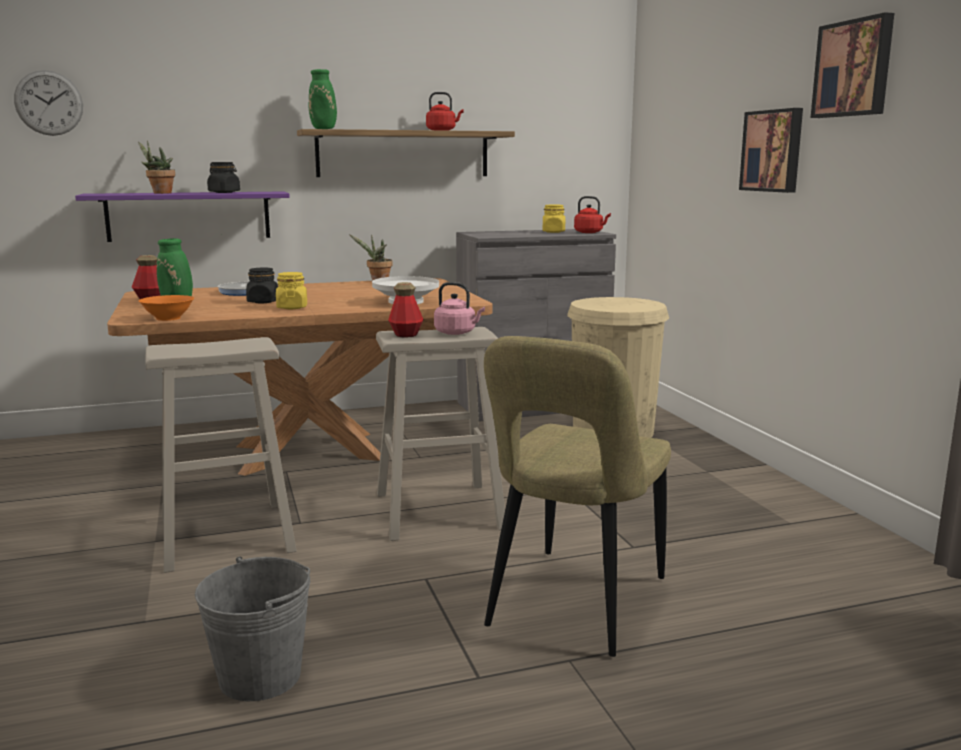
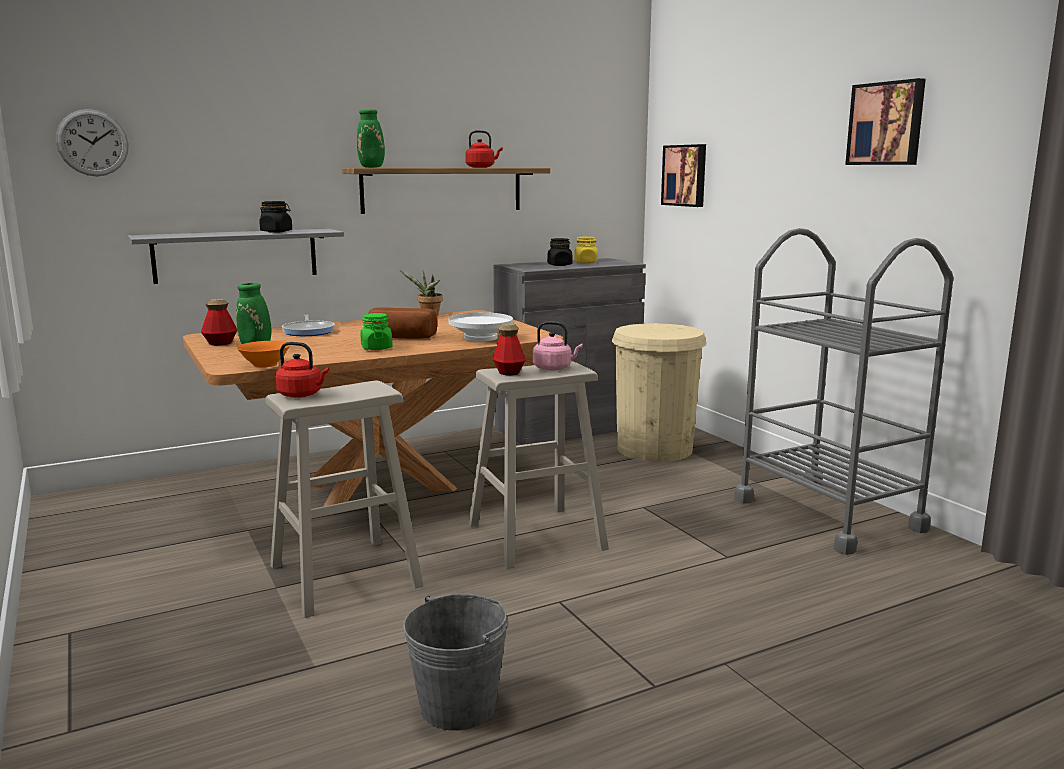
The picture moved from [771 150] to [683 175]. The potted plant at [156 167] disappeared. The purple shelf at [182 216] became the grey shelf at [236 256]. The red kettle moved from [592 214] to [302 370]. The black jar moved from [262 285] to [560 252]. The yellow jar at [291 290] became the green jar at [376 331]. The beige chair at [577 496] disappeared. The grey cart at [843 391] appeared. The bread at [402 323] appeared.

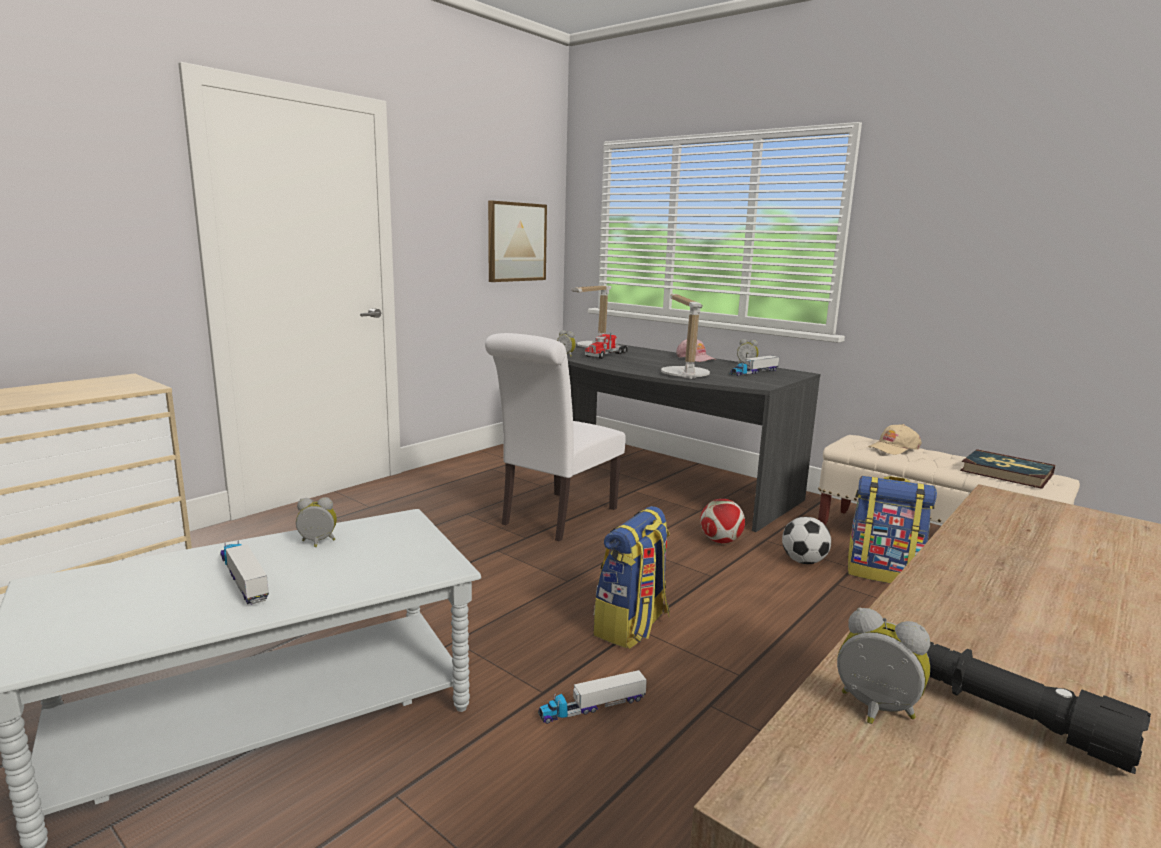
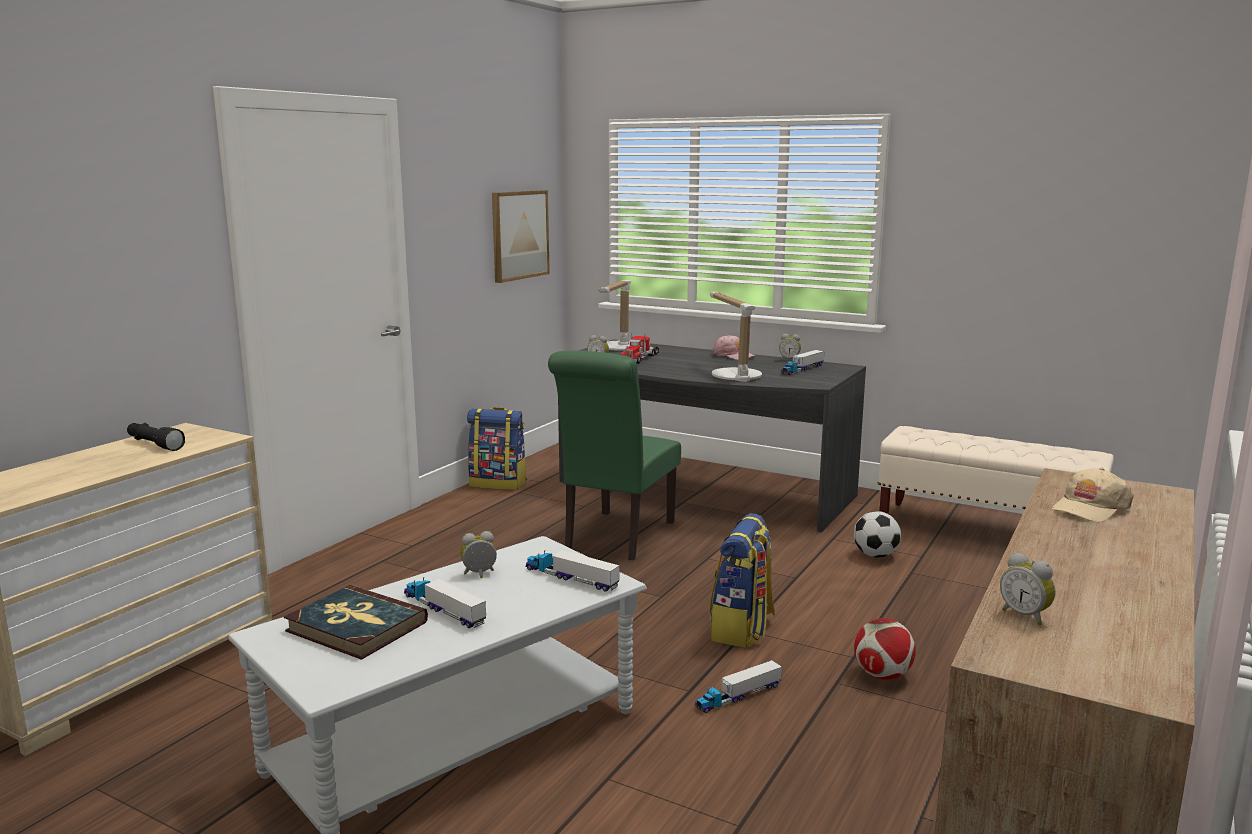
The white chair at [555 437] became the green chair at [614 455]. The beige cap moved from [895 439] to [1093 495]. The book moved from [1007 469] to [356 622]. The backpack moved from [892 530] to [497 448]. The football moved from [722 521] to [885 649]. The alarm clock at [883 666] turned 150 degrees counterclockwise. The black flashlight moved from [1039 708] to [156 437]. The toy truck at [573 571] appeared.

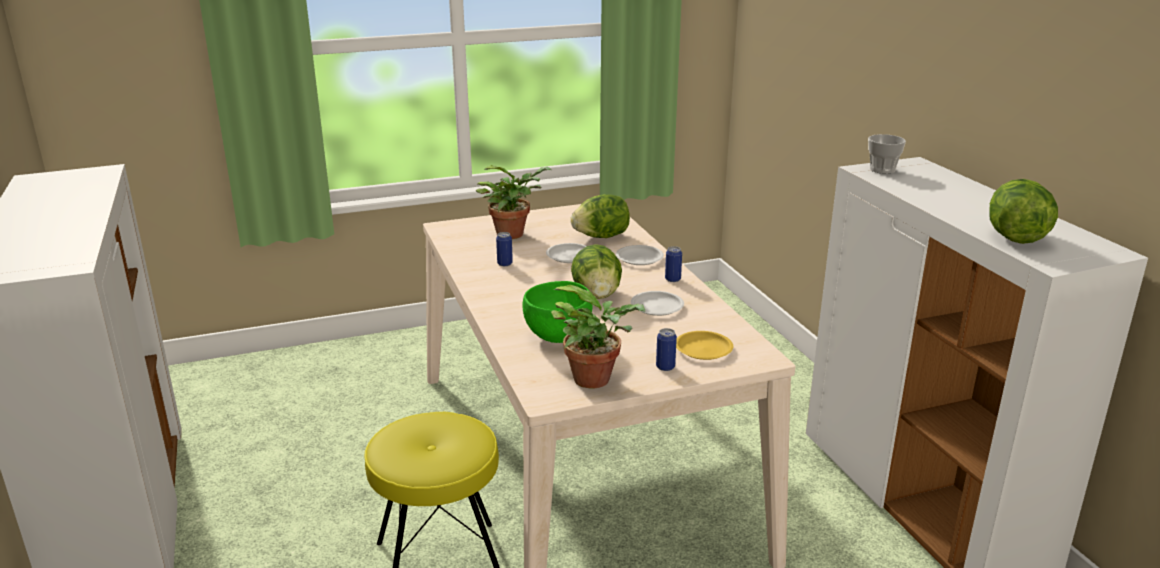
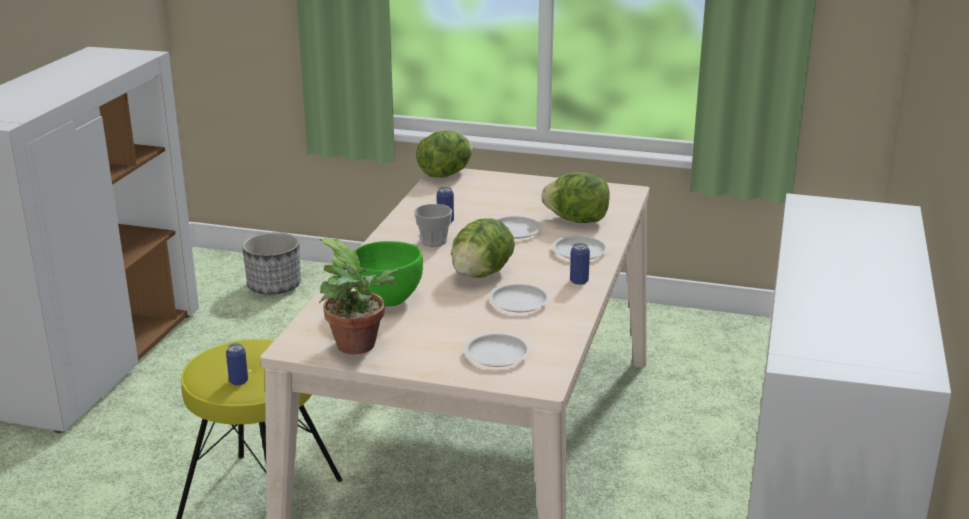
The cup moved from [887 154] to [433 225]. The potted plant at [513 202] disappeared. The lettuce moved from [1023 211] to [444 154]. The can moved from [666 349] to [237 364]. The yellow plate at [704 345] became the white plate at [497 350]. The planter at [271 263] appeared.

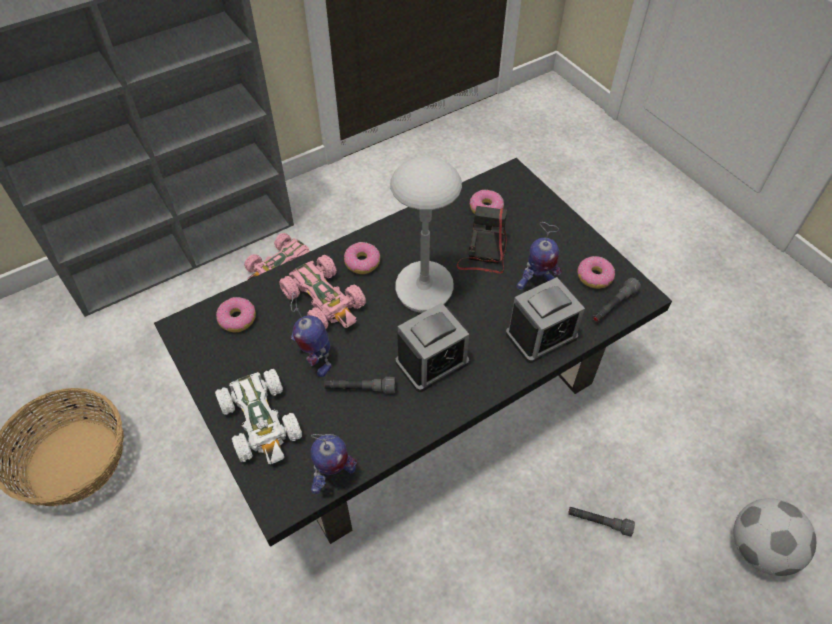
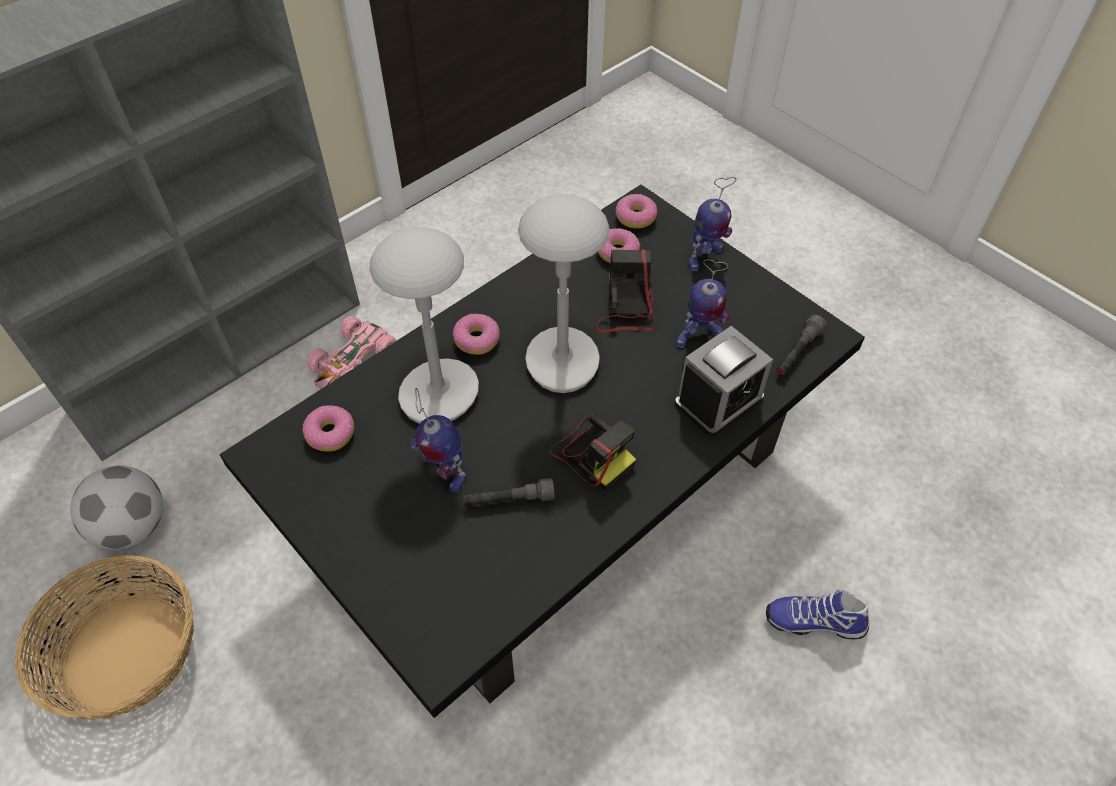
The pink toy car at [322 292] was replaced by the grey table lamp at [424 325]. The donut moved from [596 272] to [636 211]. The alarm clock at [432 347] was replaced by the photo camera at [592 451]. The white toy car at [258 416] disappeared. The toy robot moved from [333 464] to [712 224]. The football moved from [775 537] to [116 507]. The grey flashlight at [601 521] was replaced by the shoe at [817 614].

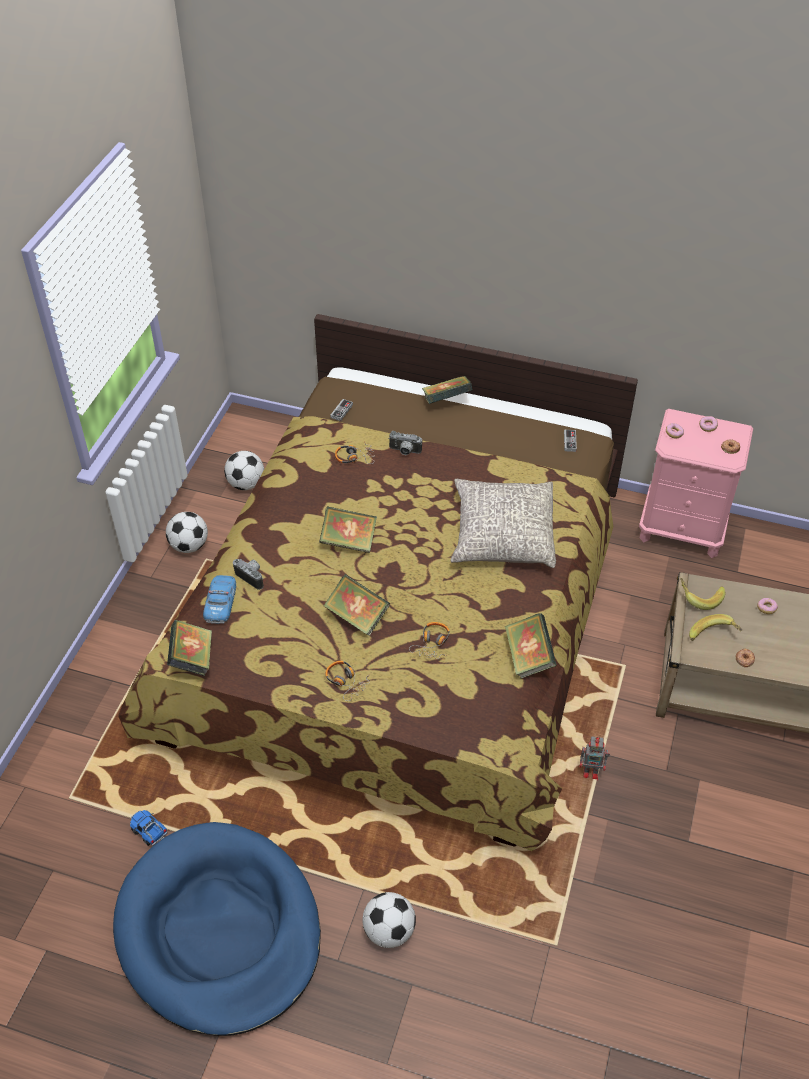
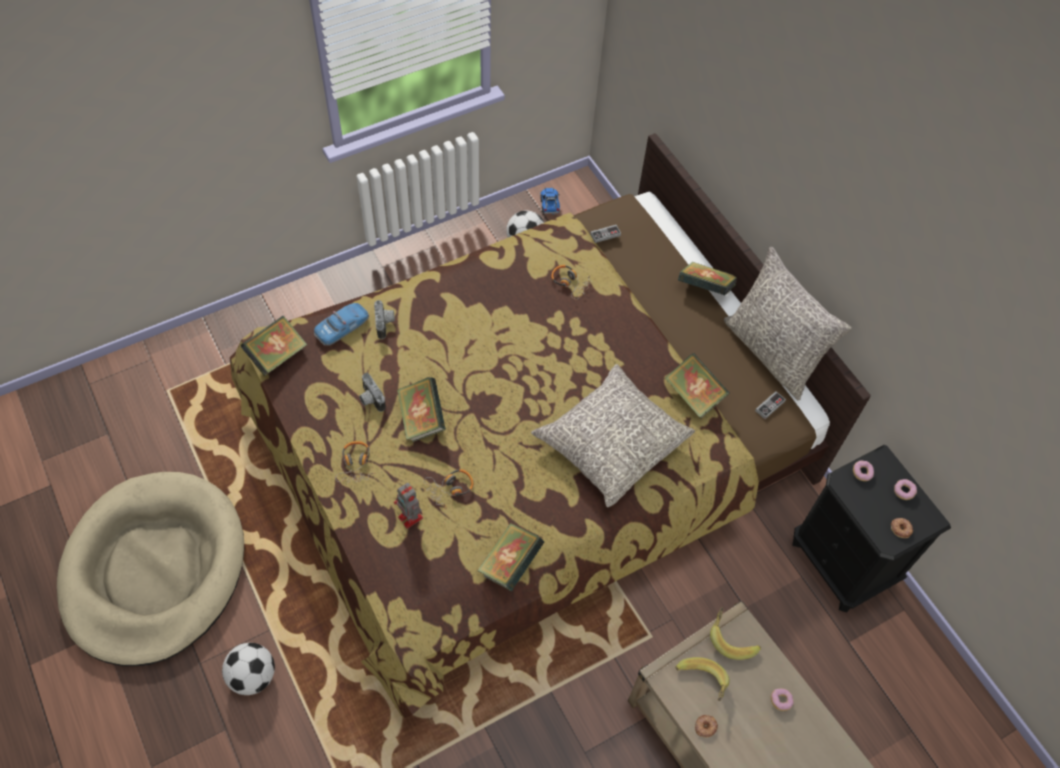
The pink nightstand at [696 483] became the black nightstand at [871 528]. The photo camera moved from [405 443] to [372 392]. The book moved from [348 529] to [697 385]. The football at [187 532] disappeared. The toy robot moved from [595 759] to [408 506]. The toy truck moved from [149 828] to [550 201]. The blue dog bed at [217 929] became the beige dog bed at [150 569]. The grey pillow at [788 324] appeared.

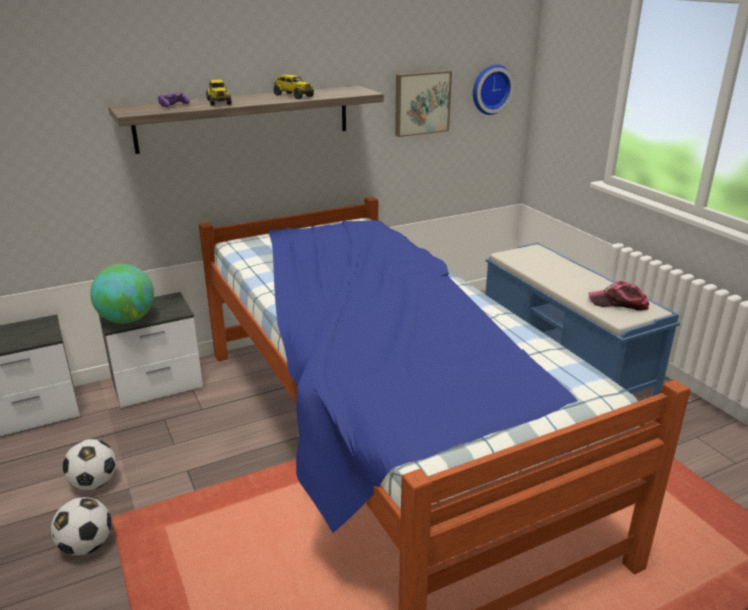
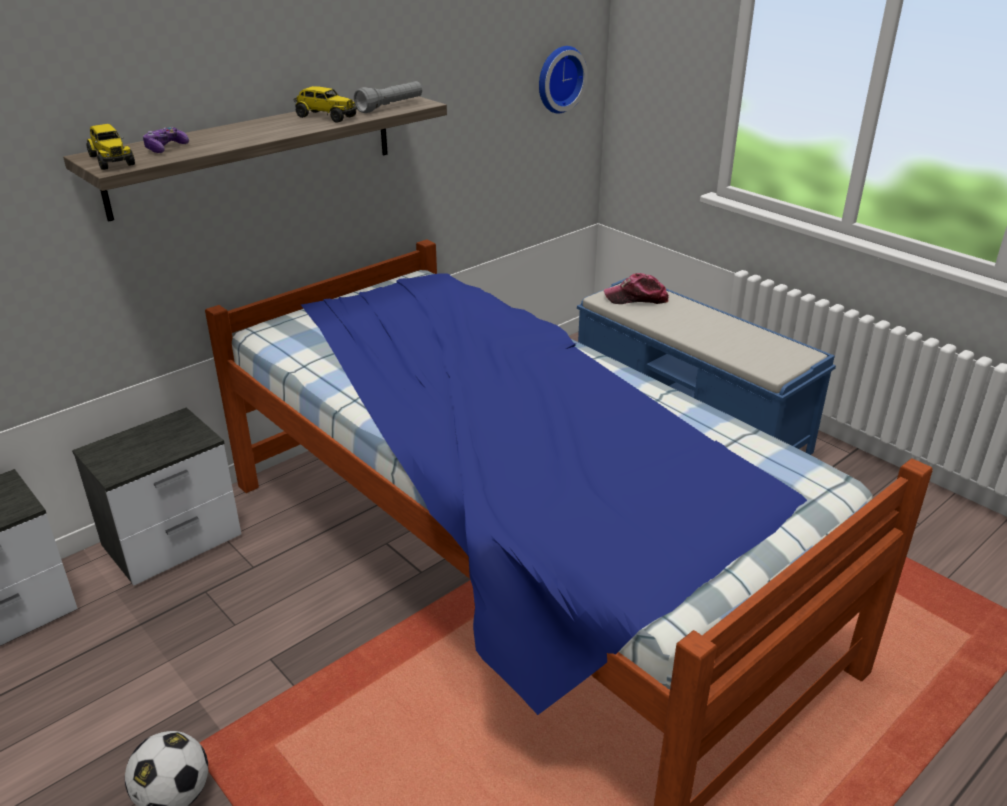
The picture at [423 103] disappeared. The toy truck moved from [219 93] to [110 147]. The globe at [122 294] disappeared. The cap moved from [618 296] to [636 288]. The football at [89 464] disappeared. The grey flashlight at [388 97] appeared.

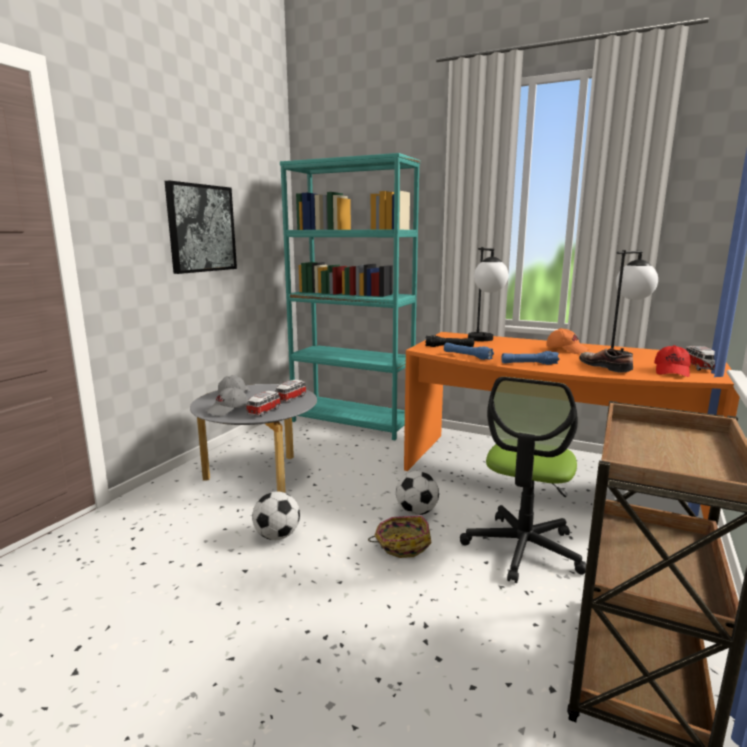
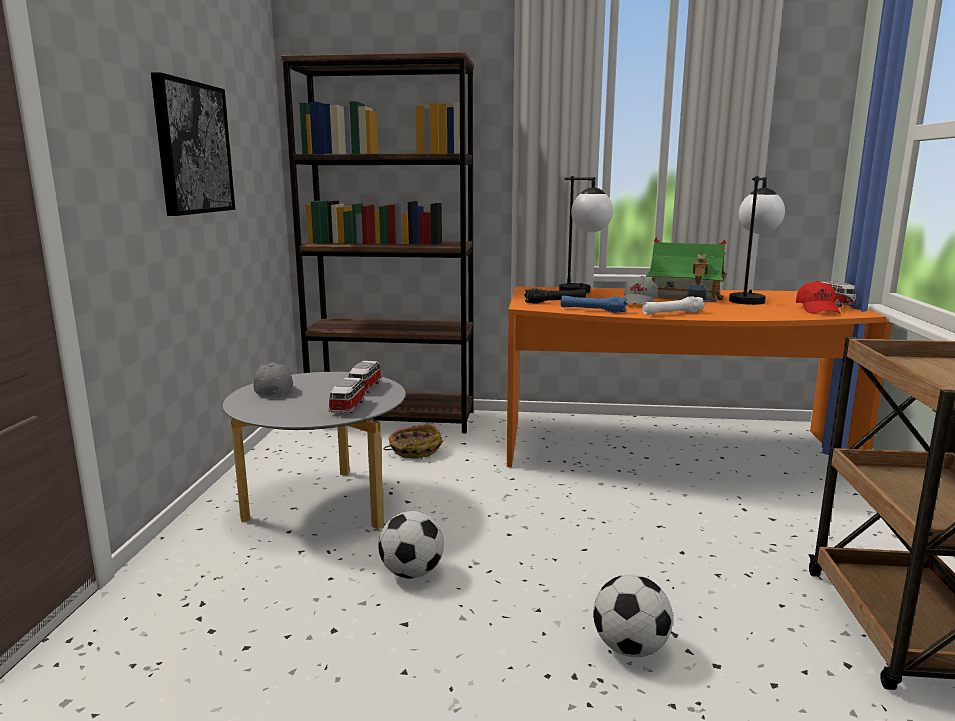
The turquoise bookcase at [350 296] became the brown bookcase at [377 242]. The orange cap at [567 341] was replaced by the toy house at [686 269]. The shoe at [606 360] disappeared. The blue flashlight at [530 358] became the white flashlight at [673 305]. The office chair at [523 480] disappeared. The grey cap moved from [226 401] to [641 290]. The football moved from [417 493] to [633 616]. The basket moved from [400 537] to [413 441].

